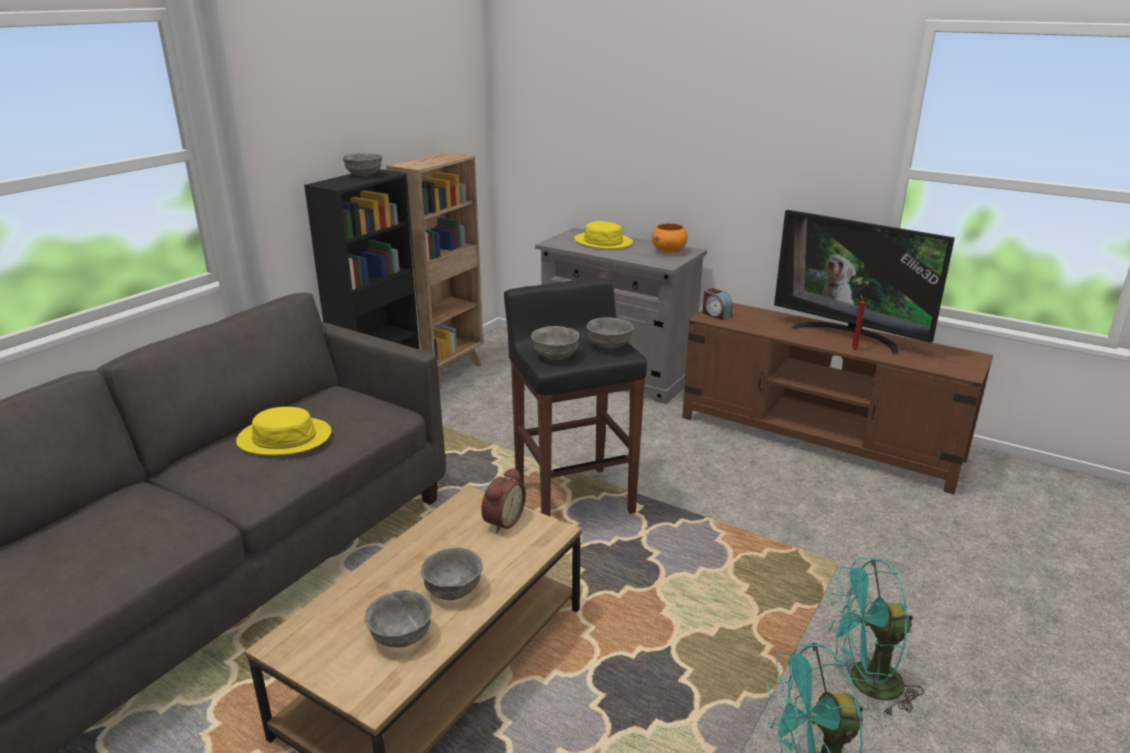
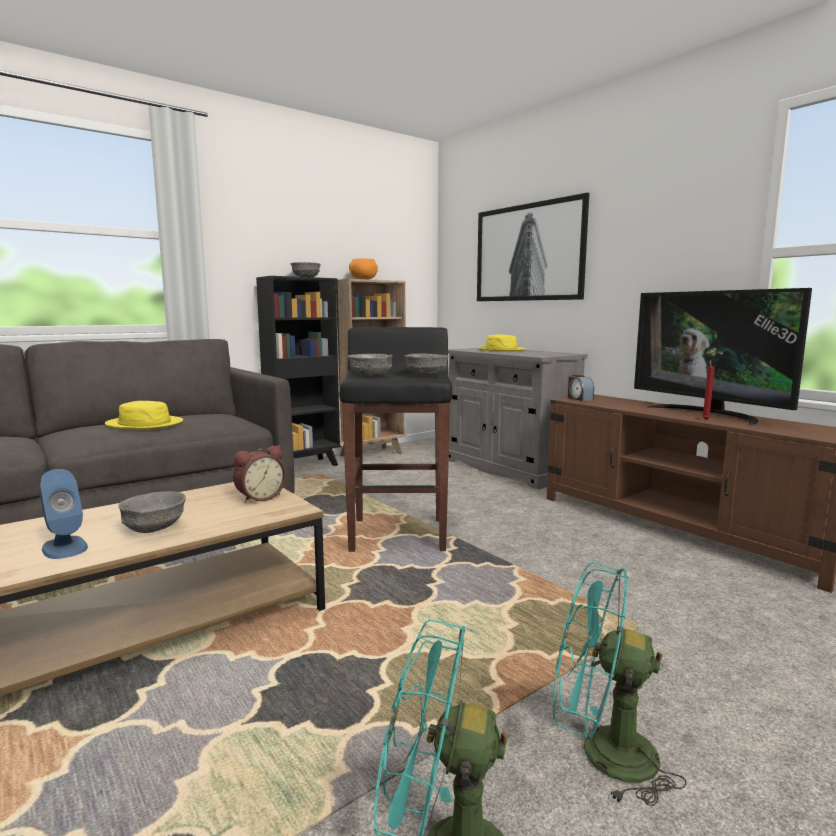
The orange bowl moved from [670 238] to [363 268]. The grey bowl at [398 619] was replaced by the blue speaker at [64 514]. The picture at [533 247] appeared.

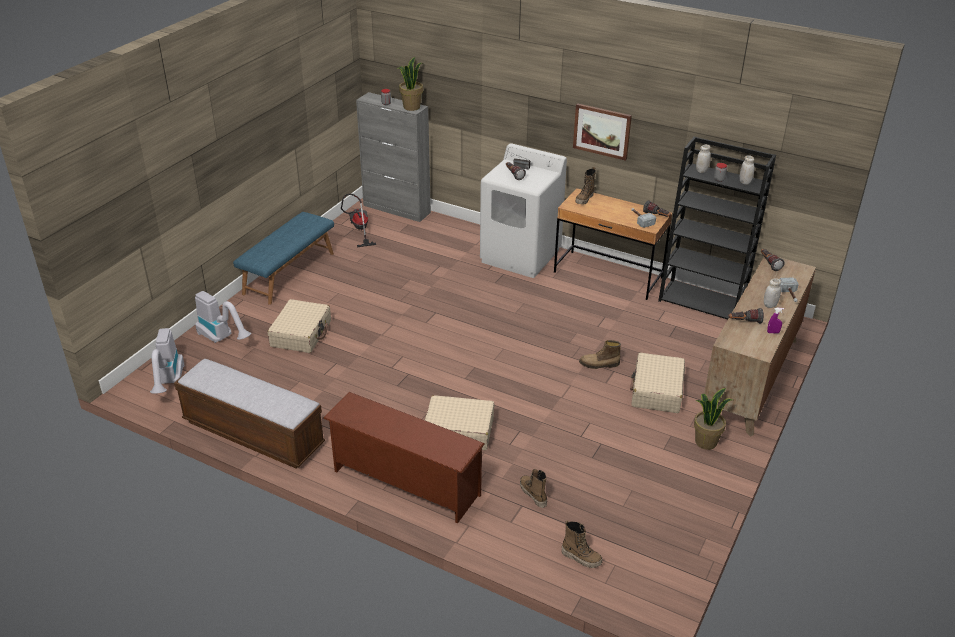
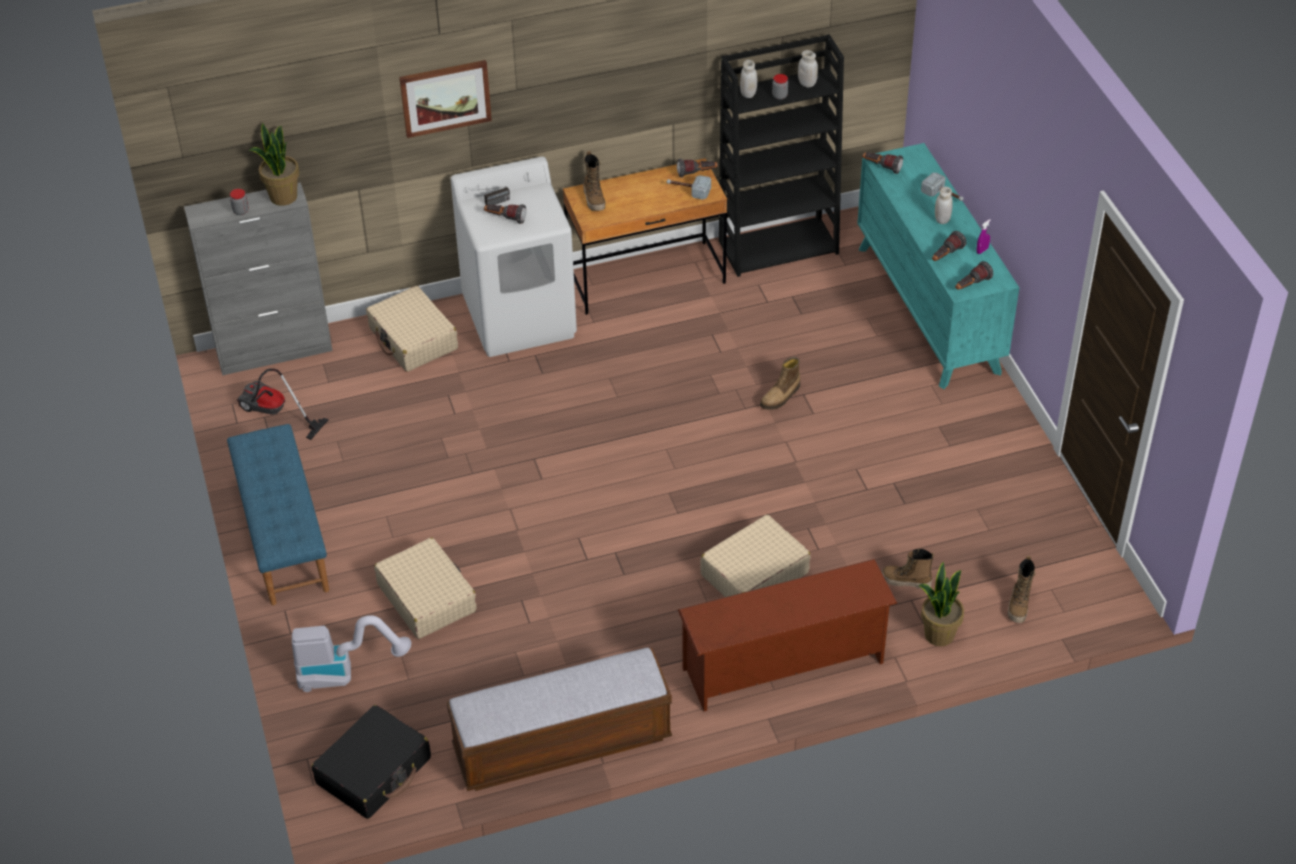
The picture moved from [602 132] to [445 99]. The brown dresser at [760 347] became the turquoise dresser at [938 266]. The vacuum cleaner at [167 361] was replaced by the black suitcase at [371 762]. The beige suitcase moved from [657 383] to [412 329]. The potted plant moved from [713 419] to [941 604]. The boot at [581 544] turned 120 degrees clockwise. The flashlight at [974 275] appeared.

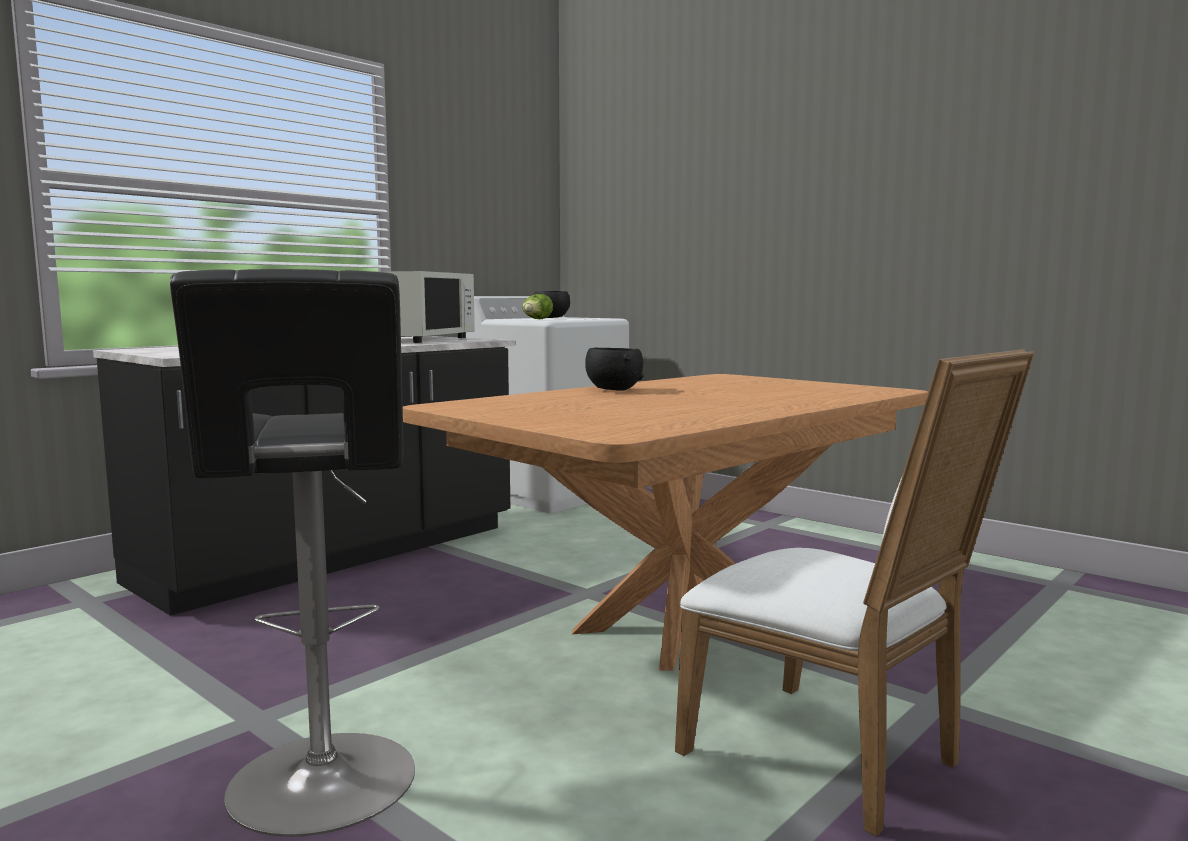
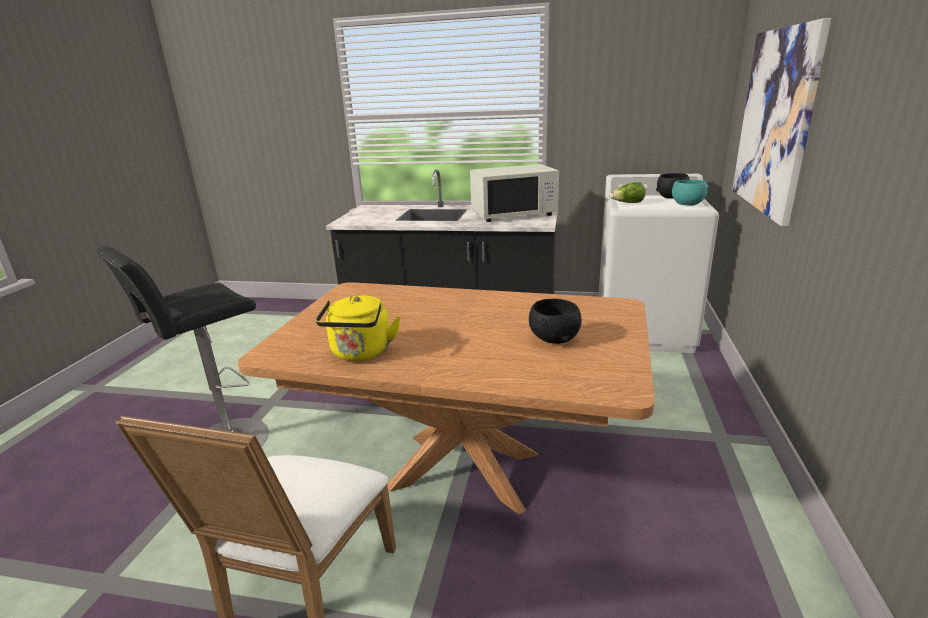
The black bowl moved from [614 369] to [555 321]. The picture at [782 122] appeared. The turquoise bowl at [690 193] appeared. The yellow kettle at [358 328] appeared.

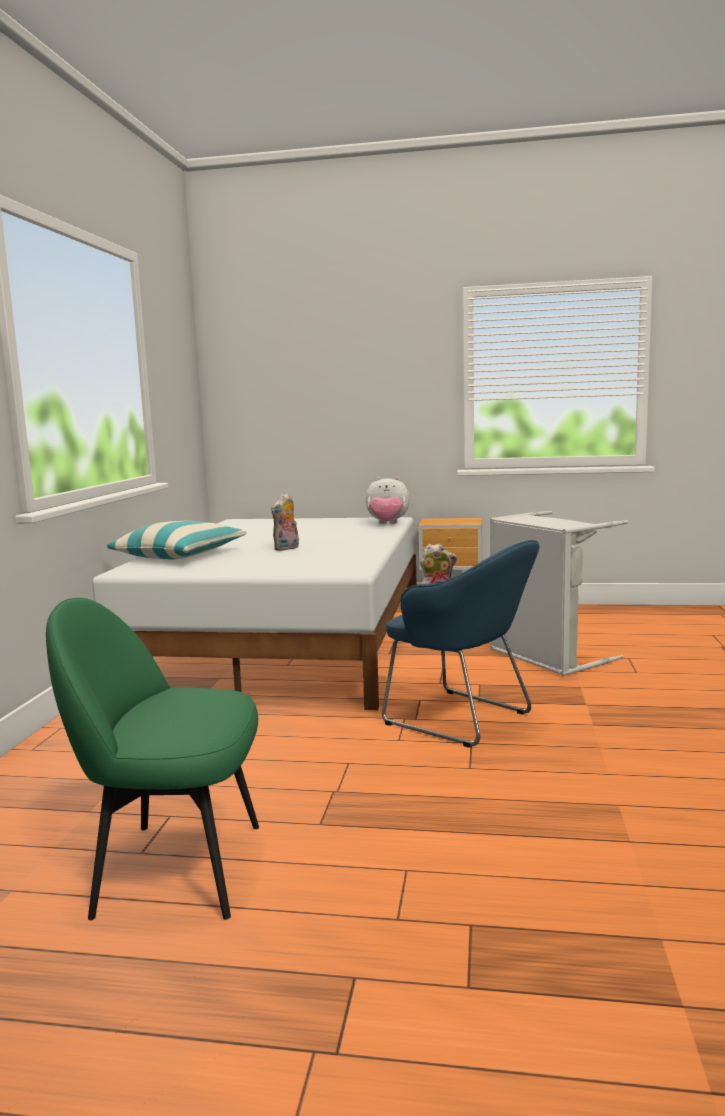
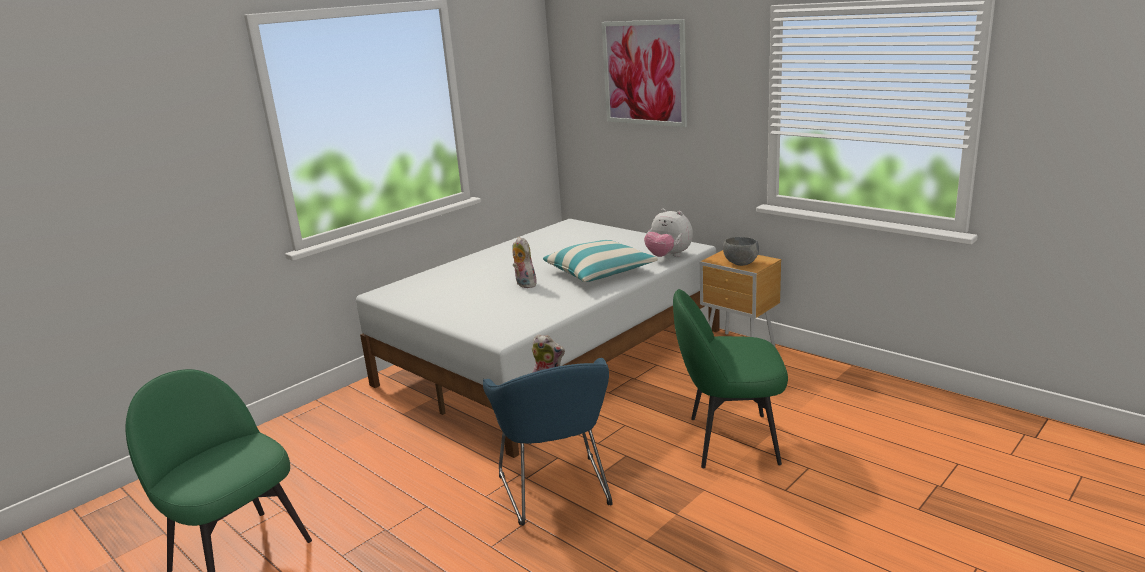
The plush toy at [285 522] turned 75 degrees clockwise. The grey laundry basket at [559 593] was replaced by the green chair at [730 378]. The pillow moved from [176 540] to [600 261]. The picture at [644 73] appeared. The grey bowl at [741 251] appeared.

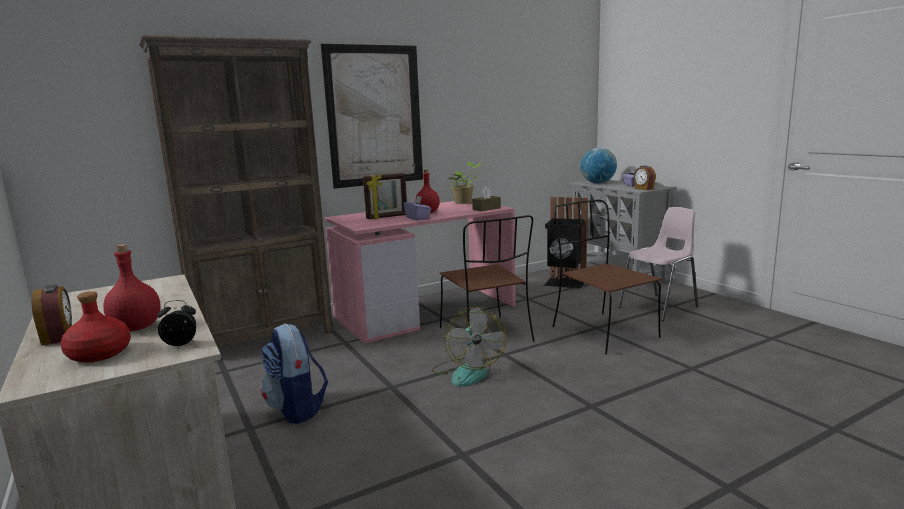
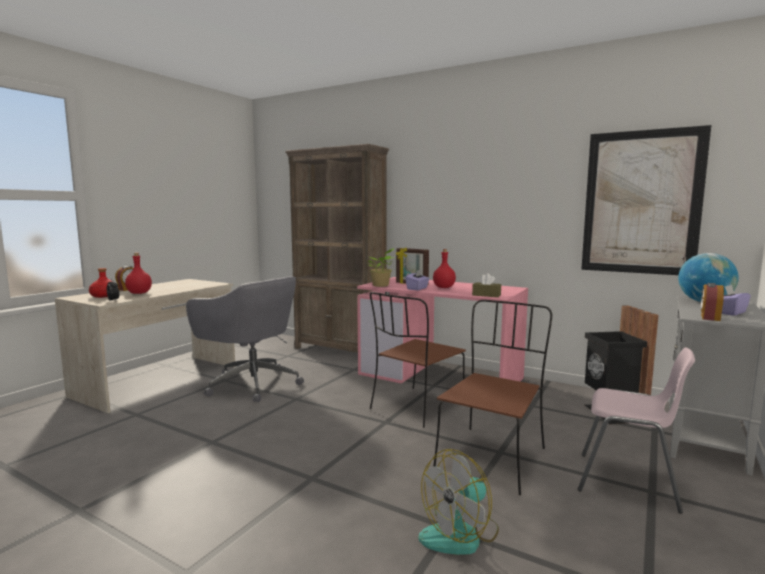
The picture moved from [372 116] to [646 200]. The potted plant moved from [464 183] to [381 267]. The fan moved from [469 347] to [459 502]. The backpack at [294 373] was replaced by the grey office chair at [245 339].

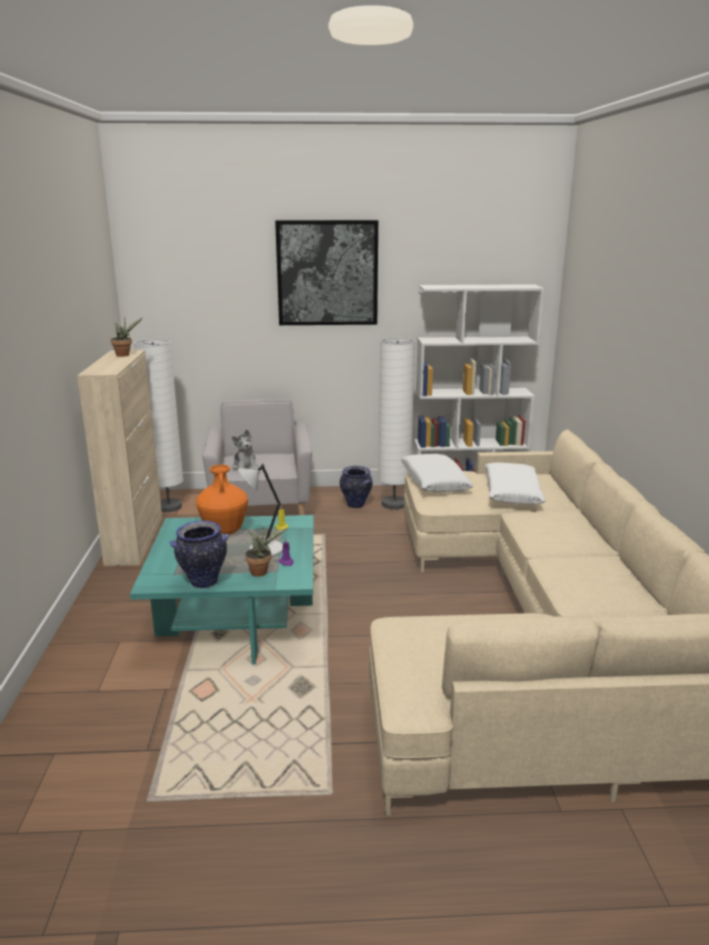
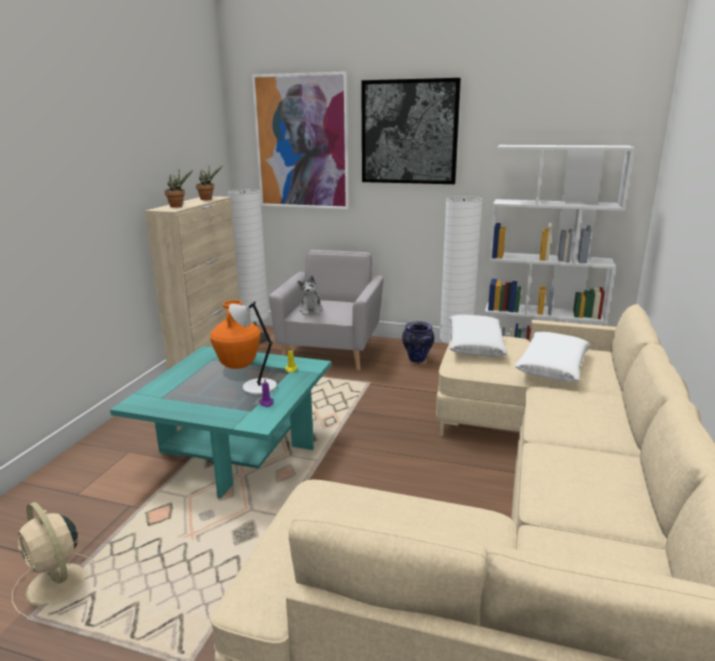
The vase at [199 554] disappeared. The potted plant moved from [266 551] to [178 188]. The picture at [300 140] appeared. The beige fan at [54 560] appeared.

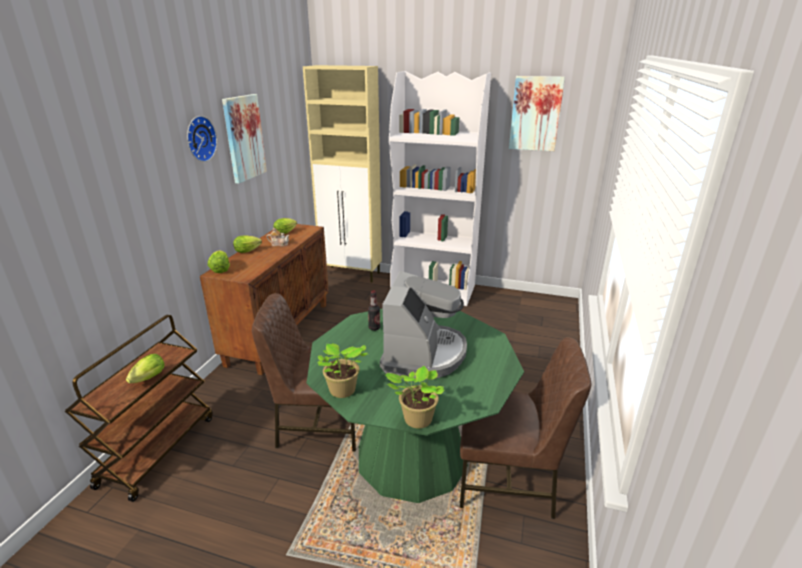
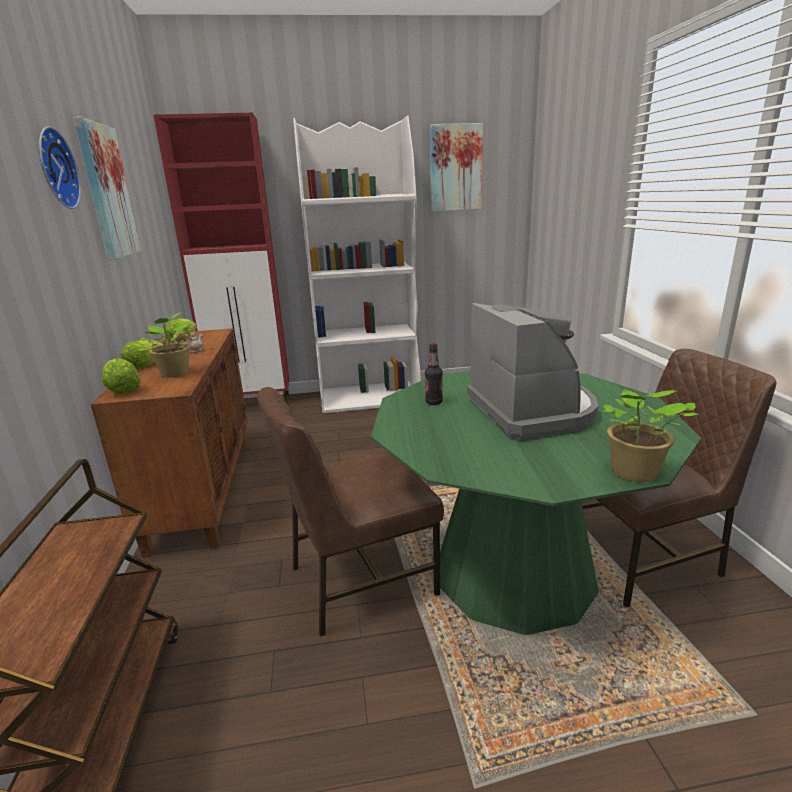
The beige cabinet at [342 173] became the red cabinet at [221 259]. The potted plant moved from [342 370] to [169 344]. The lettuce at [145 368] disappeared.

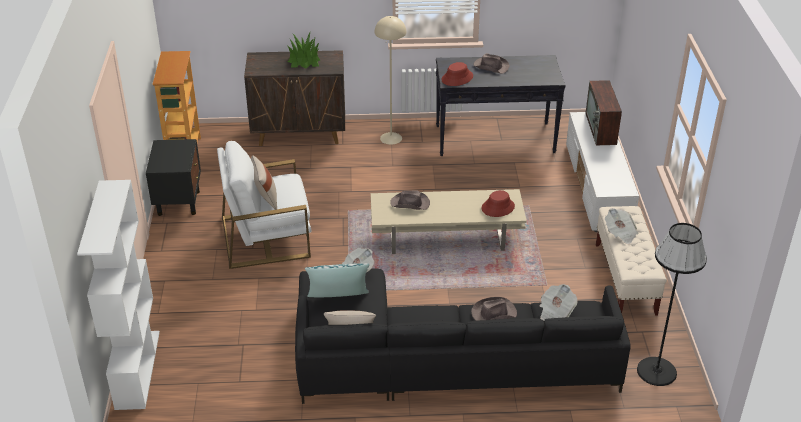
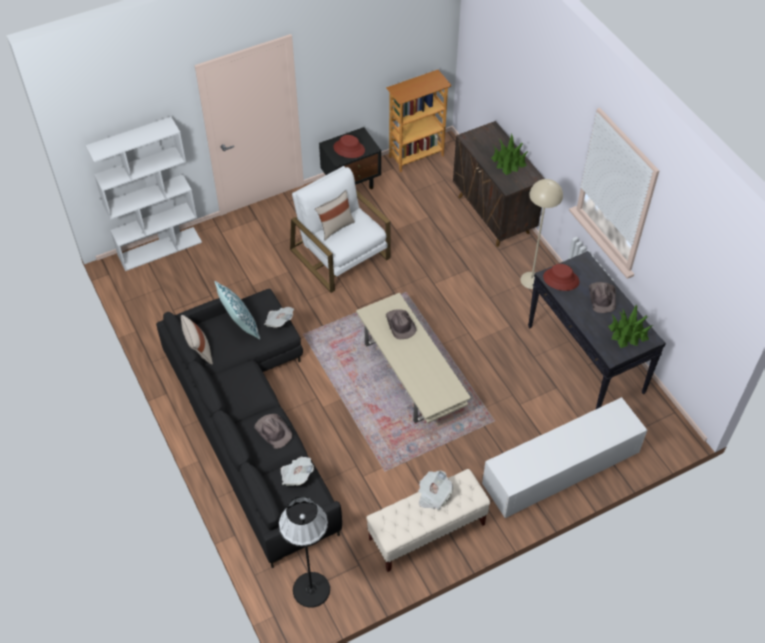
The television at [603 112] disappeared. The red hat moved from [498 203] to [349 146]. The potted plant at [630 326] appeared.

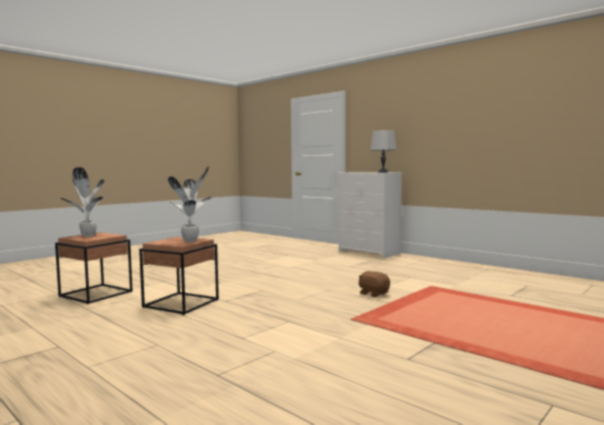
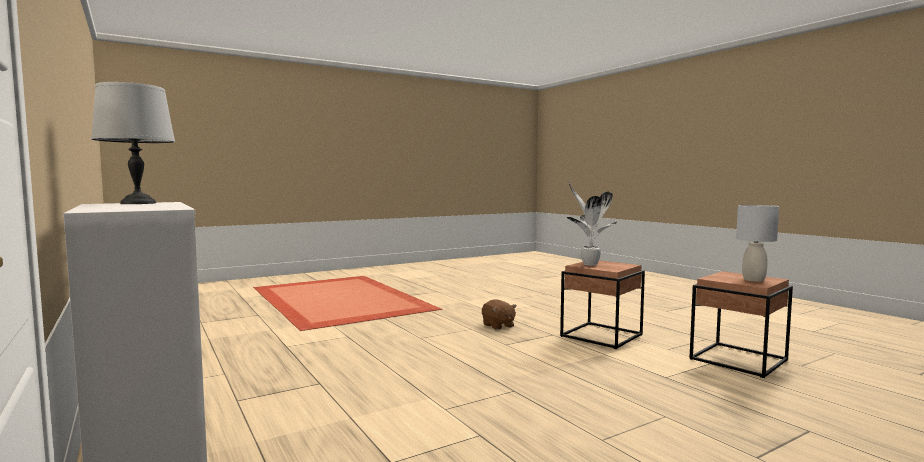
The potted plant at [82 202] was replaced by the grey table lamp at [757 243]. The brown plush toy moved from [374 284] to [499 314].

